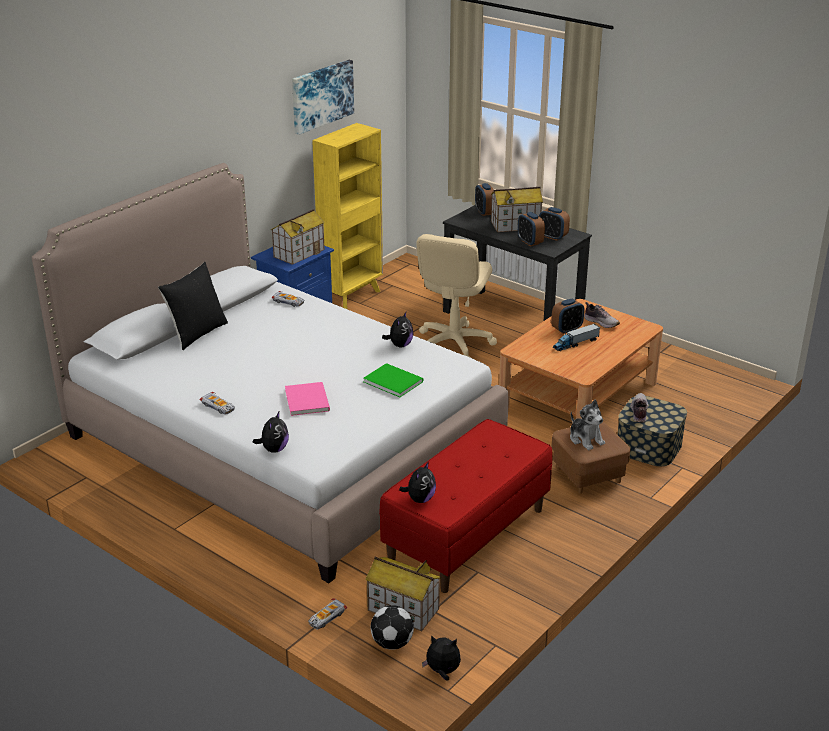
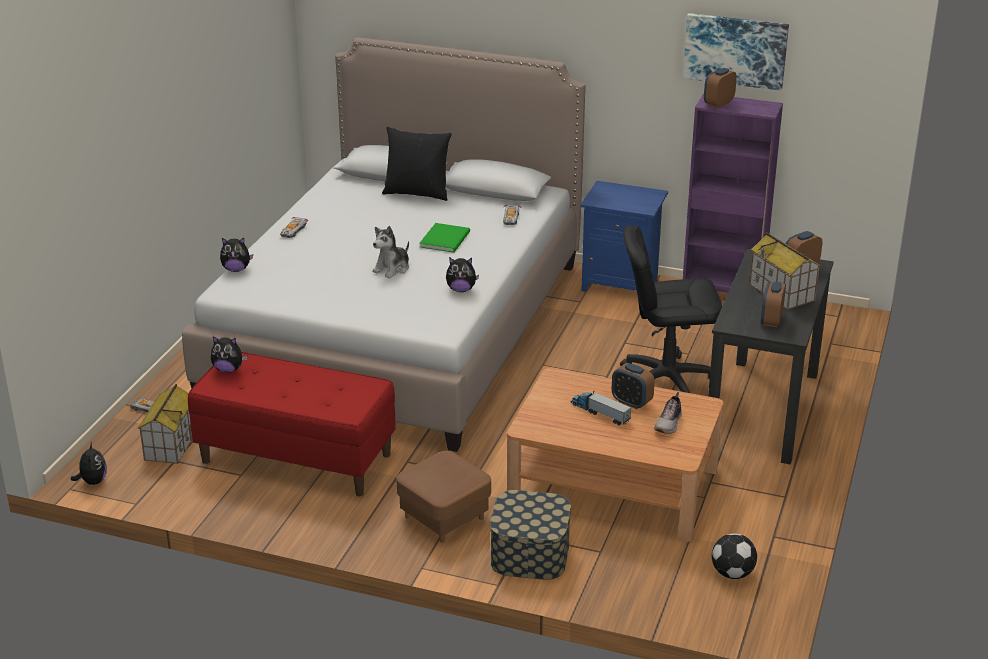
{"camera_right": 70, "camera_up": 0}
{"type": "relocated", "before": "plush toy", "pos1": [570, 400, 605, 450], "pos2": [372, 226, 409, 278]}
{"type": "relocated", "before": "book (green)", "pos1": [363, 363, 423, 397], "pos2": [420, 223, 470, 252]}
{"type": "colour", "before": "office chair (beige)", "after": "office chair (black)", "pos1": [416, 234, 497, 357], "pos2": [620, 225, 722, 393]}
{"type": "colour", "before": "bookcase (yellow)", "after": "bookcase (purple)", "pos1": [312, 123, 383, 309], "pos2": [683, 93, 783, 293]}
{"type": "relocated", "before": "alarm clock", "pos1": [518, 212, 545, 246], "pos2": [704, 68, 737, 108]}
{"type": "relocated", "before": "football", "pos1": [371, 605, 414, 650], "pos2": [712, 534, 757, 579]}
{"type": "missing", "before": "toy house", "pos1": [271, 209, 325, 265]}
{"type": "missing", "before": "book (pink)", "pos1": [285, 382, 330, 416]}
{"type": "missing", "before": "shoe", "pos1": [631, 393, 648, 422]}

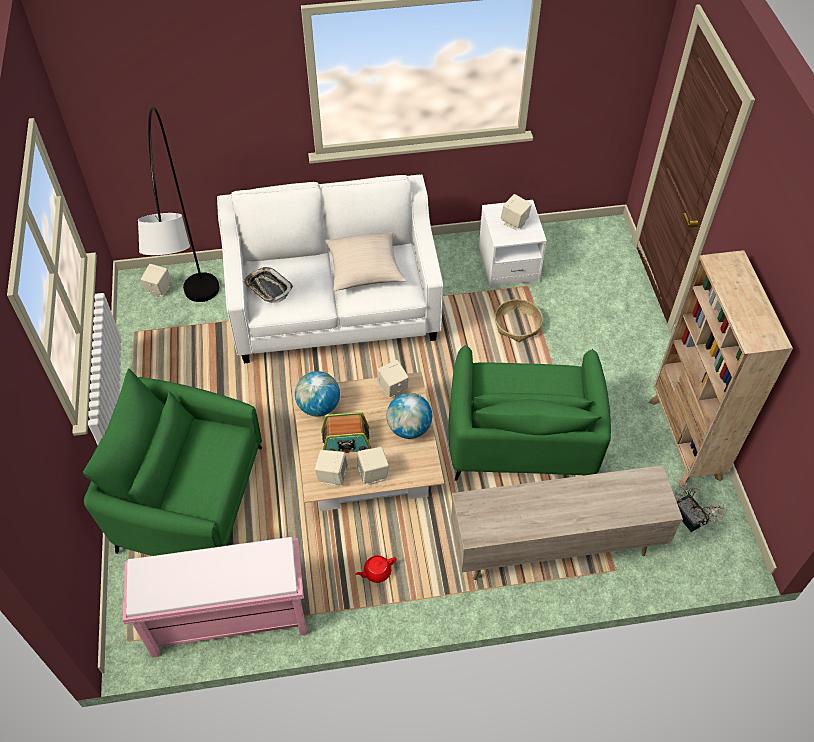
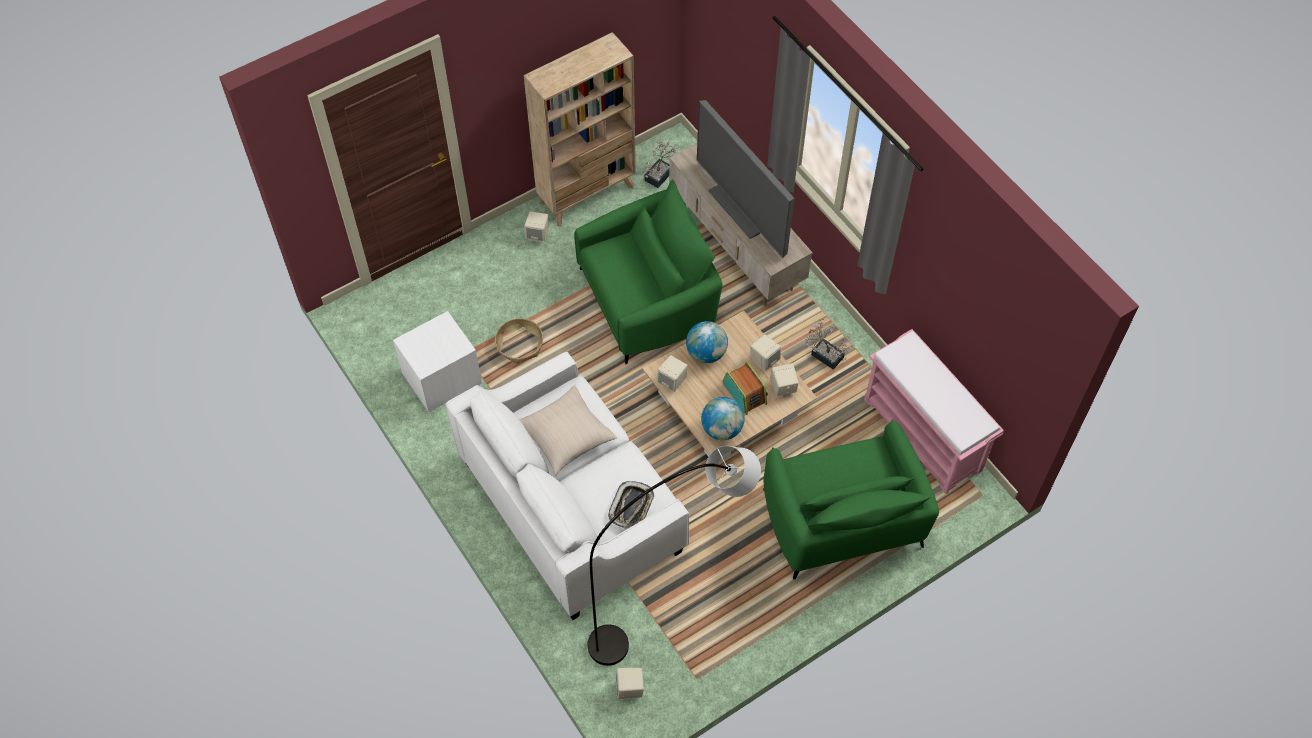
{"camera_right": -115, "camera_up": 5}
{"type": "relocated", "before": "speaker (beige)", "pos1": [501, 194, 532, 230], "pos2": [524, 211, 549, 243]}
{"type": "appeared", "after": "television", "pos2": [697, 100, 794, 258]}
{"type": "exchanged", "before": "teapot (red)", "after": "potted plant", "pos1": [355, 555, 397, 583], "pos2": [805, 319, 851, 370]}

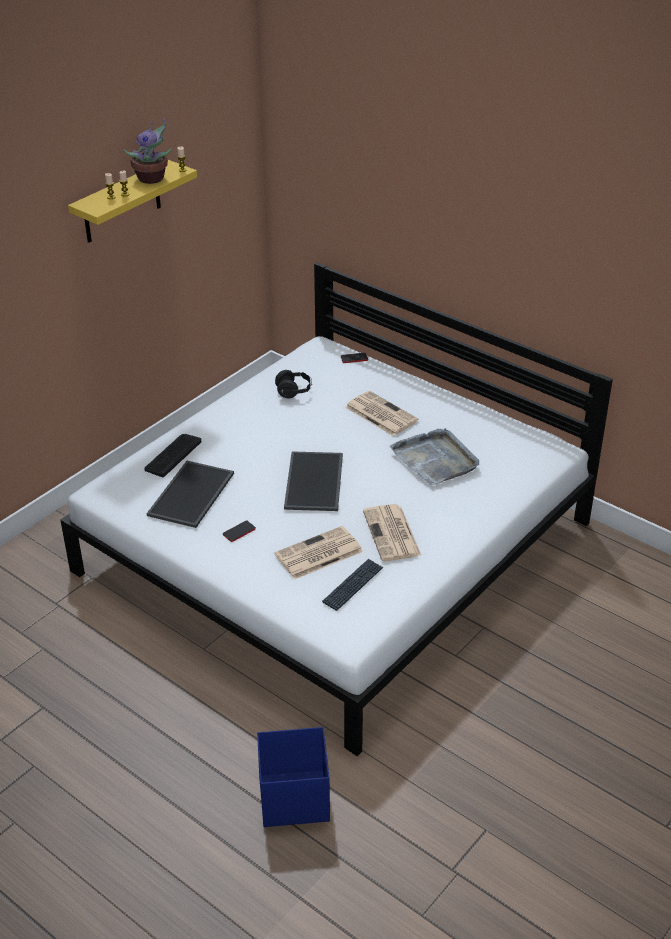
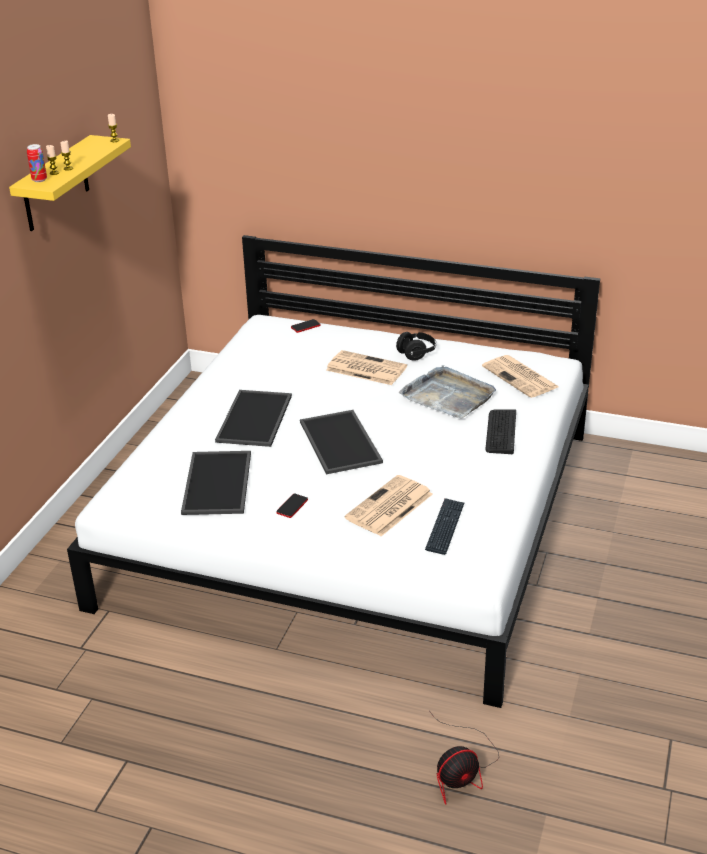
{"camera_right": -20, "camera_up": -5}
{"type": "appeared", "after": "can", "pos2": [27, 144, 47, 182]}
{"type": "appeared", "after": "tray", "pos2": [215, 390, 292, 447]}
{"type": "relocated", "before": "headphones (black)", "pos1": [275, 370, 312, 398], "pos2": [396, 332, 436, 361]}
{"type": "exchanged", "before": "storage box (blue)", "after": "fan", "pos1": [257, 727, 330, 827], "pos2": [430, 712, 499, 805]}
{"type": "relocated", "before": "newspaper", "pos1": [363, 504, 422, 561], "pos2": [482, 355, 559, 398]}
{"type": "relocated", "before": "keyboard", "pos1": [144, 434, 201, 477], "pos2": [485, 409, 516, 454]}
{"type": "missing", "before": "potted plant", "pos1": [123, 118, 172, 184]}

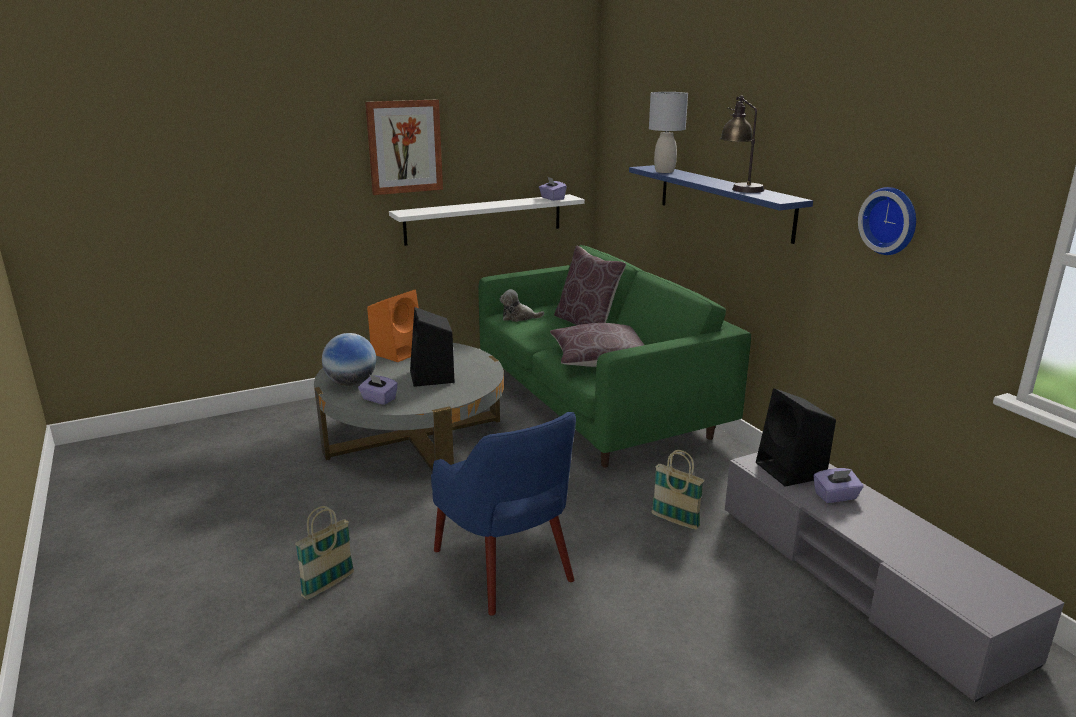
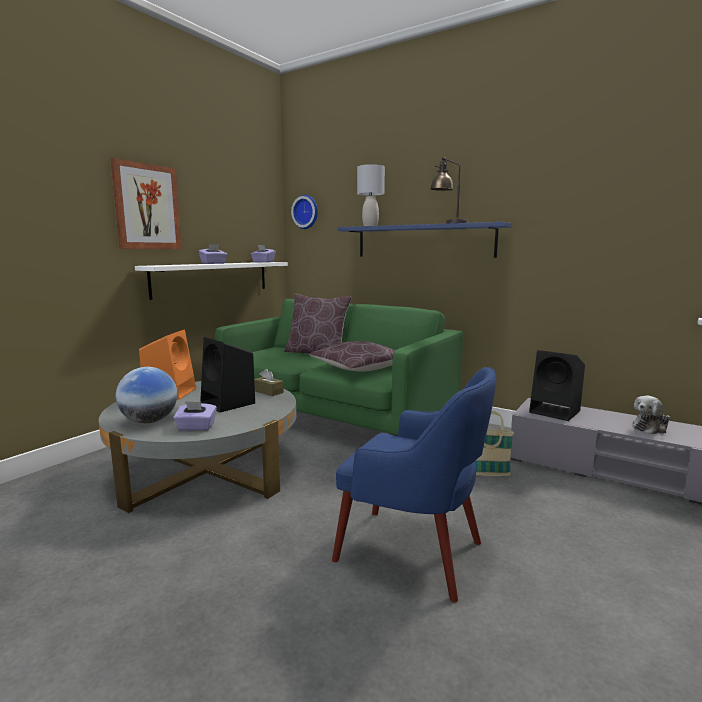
{"camera_right": -30, "camera_up": -10}
{"type": "relocated", "before": "tissue box (purple)", "pos1": [813, 468, 864, 503], "pos2": [198, 244, 227, 264]}
{"type": "appeared", "after": "tissue box (brown)", "pos2": [254, 369, 284, 396]}
{"type": "relocated", "before": "wall clock", "pos1": [858, 187, 916, 255], "pos2": [291, 195, 318, 229]}
{"type": "relocated", "before": "plush toy", "pos1": [500, 289, 544, 322], "pos2": [633, 396, 670, 434]}
{"type": "missing", "before": "basket", "pos1": [295, 506, 354, 600]}

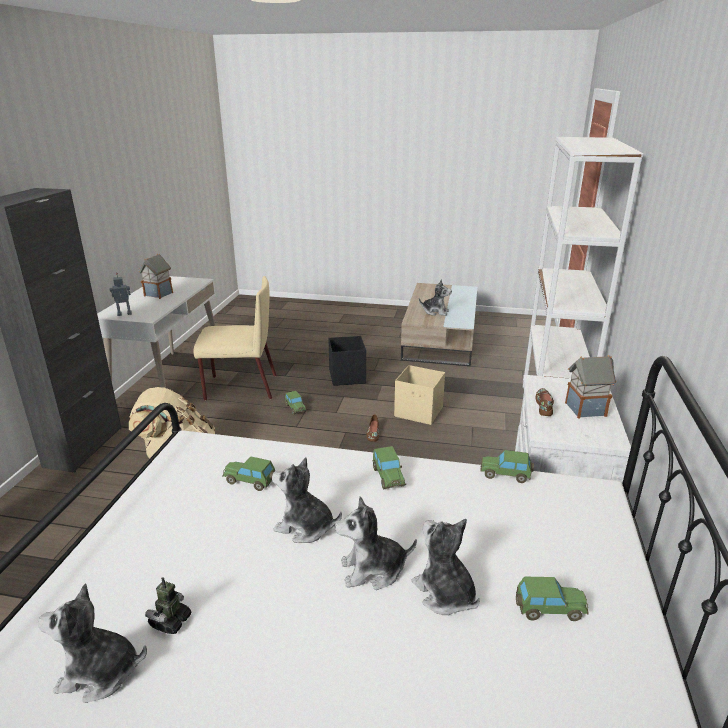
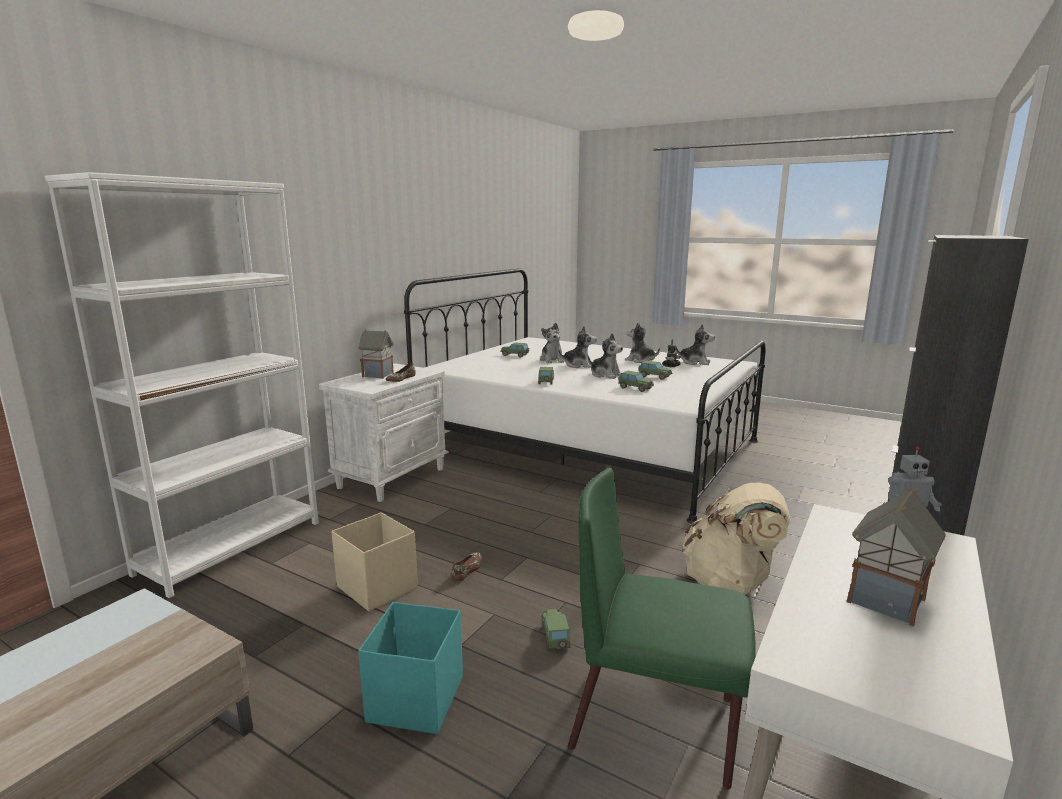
{"camera_right": -160, "camera_up": -10}
{"type": "colour", "before": "storage box (black)", "after": "storage box (turquoise)", "pos1": [328, 336, 366, 386], "pos2": [358, 602, 463, 734]}
{"type": "colour", "before": "chair (beige)", "after": "chair (green)", "pos1": [193, 276, 277, 401], "pos2": [568, 468, 756, 790]}
{"type": "relocated", "before": "plush toy", "pos1": [419, 279, 452, 316], "pos2": [625, 322, 660, 363]}
{"type": "relocated", "before": "toy car", "pos1": [480, 450, 534, 483], "pos2": [639, 361, 672, 380]}

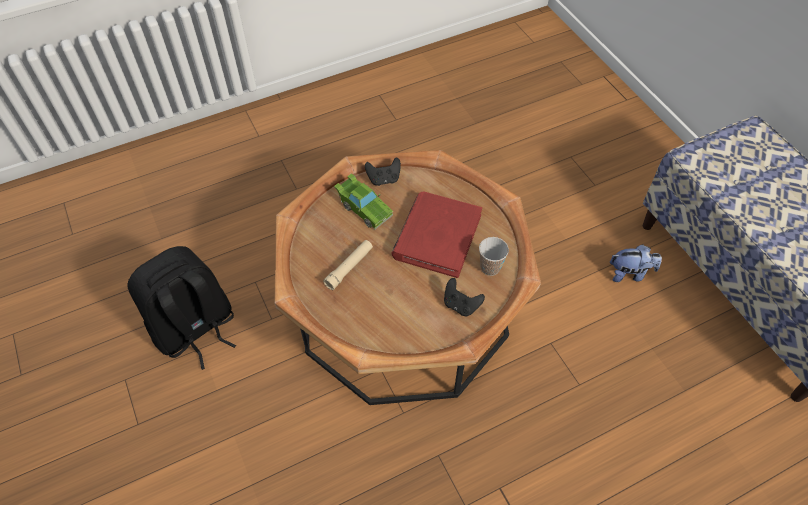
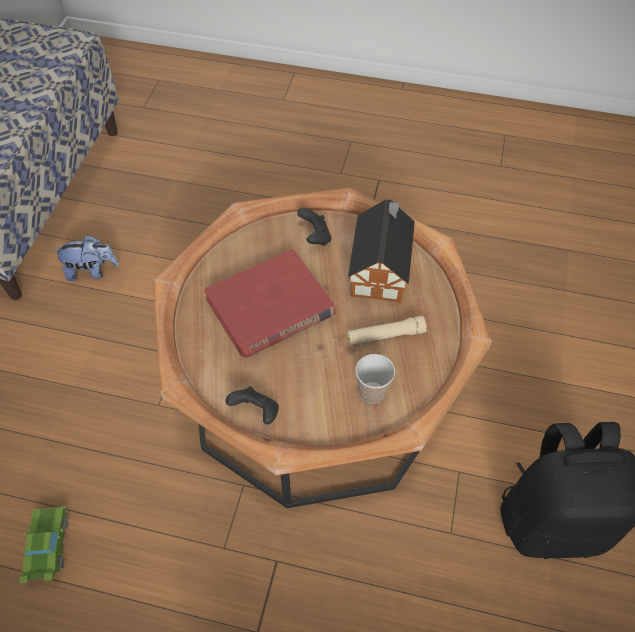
{"camera_right": -140, "camera_up": 0}
{"type": "relocated", "before": "toy car (green)", "pos1": [334, 173, 393, 230], "pos2": [19, 506, 68, 583]}
{"type": "spun", "before": "plush toy", "pos1": [610, 245, 662, 282], "pos2": [53, 235, 119, 281], "turn": 135}
{"type": "appeared", "after": "toy house", "pos2": [348, 199, 415, 303]}
{"type": "relocated", "before": "cup", "pos1": [479, 237, 509, 276], "pos2": [355, 354, 395, 404]}

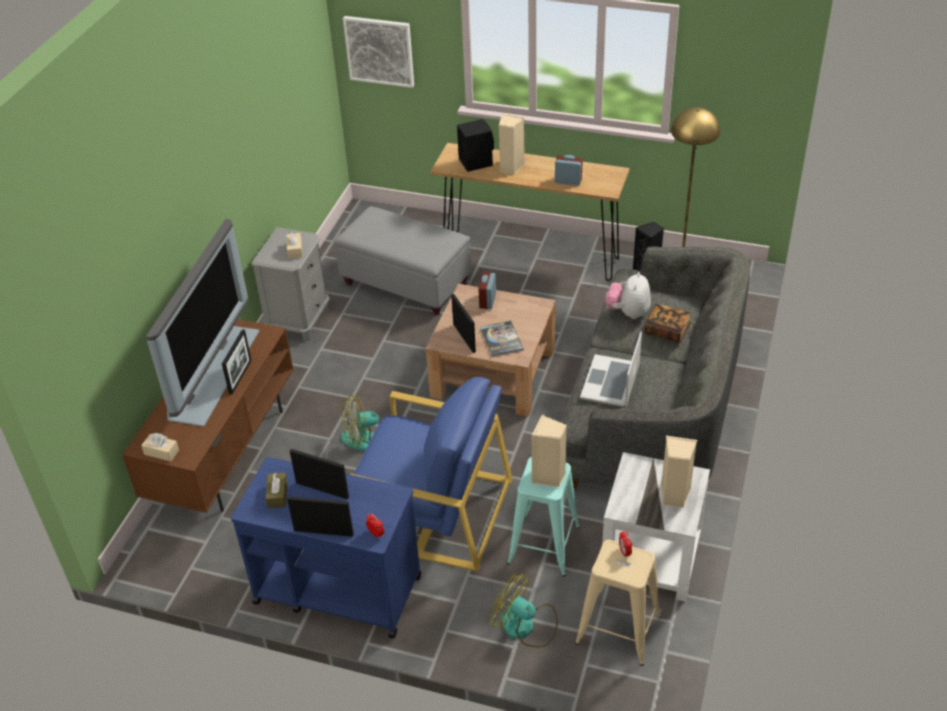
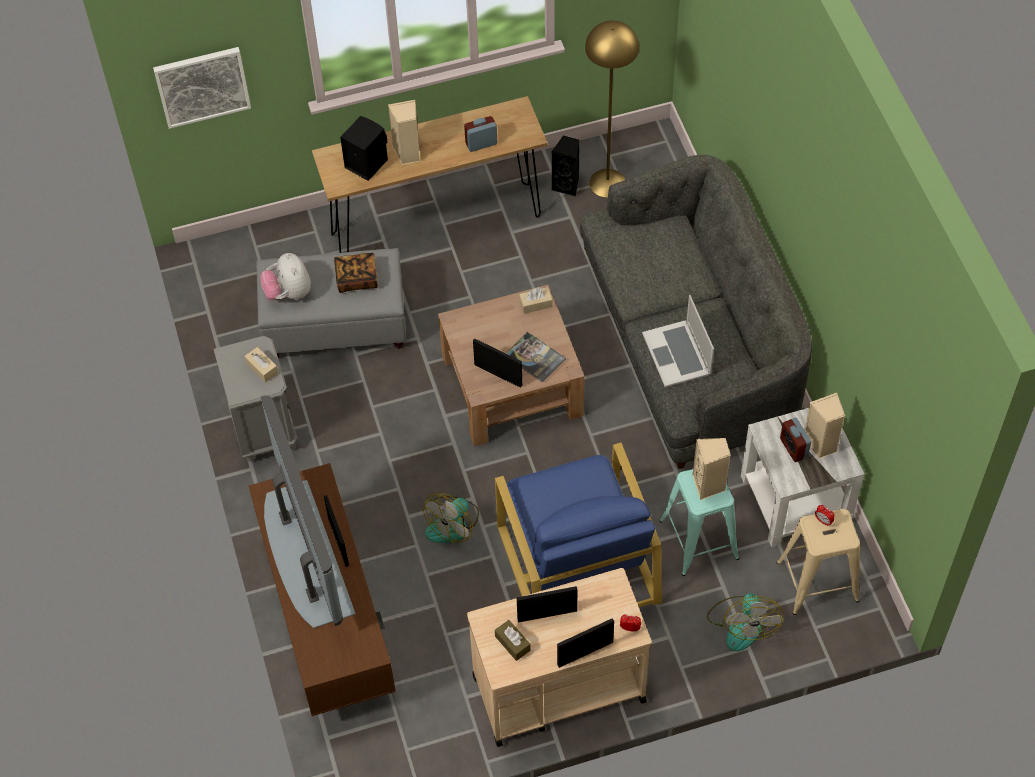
{"camera_right": -35, "camera_up": 15}
{"type": "relocated", "before": "plush toy", "pos1": [605, 272, 651, 319], "pos2": [261, 253, 311, 300]}
{"type": "relocated", "before": "book", "pos1": [645, 303, 691, 343], "pos2": [334, 253, 378, 293]}
{"type": "colour", "before": "cart (blue)", "after": "cart (beige)", "pos1": [231, 457, 421, 639], "pos2": [467, 568, 652, 747]}
{"type": "spun", "before": "armchair (blue)", "pos1": [350, 377, 513, 572], "pos2": [495, 443, 662, 607], "turn": 90}
{"type": "relocated", "before": "tissue box (beige)", "pos1": [141, 433, 179, 461], "pos2": [519, 287, 553, 314]}
{"type": "spun", "before": "fan", "pos1": [488, 573, 558, 647], "pos2": [707, 593, 784, 651], "turn": -90}
{"type": "relocated", "before": "alarm clock", "pos1": [478, 272, 496, 309], "pos2": [780, 417, 811, 462]}

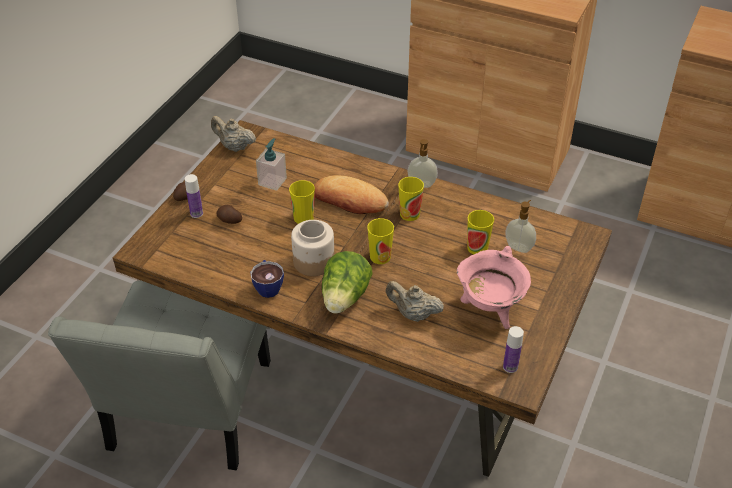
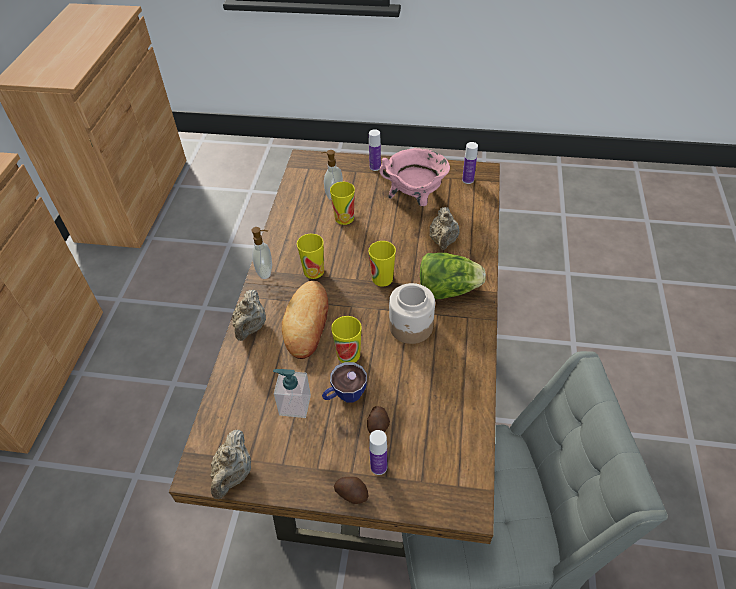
{"camera_right": -105, "camera_up": 5}
{"type": "appeared", "after": "teapot (beige)", "pos2": [232, 290, 266, 341]}
{"type": "relocated", "before": "cup", "pos1": [250, 260, 284, 298], "pos2": [322, 362, 367, 403]}
{"type": "appeared", "after": "bottle", "pos2": [369, 129, 381, 171]}

